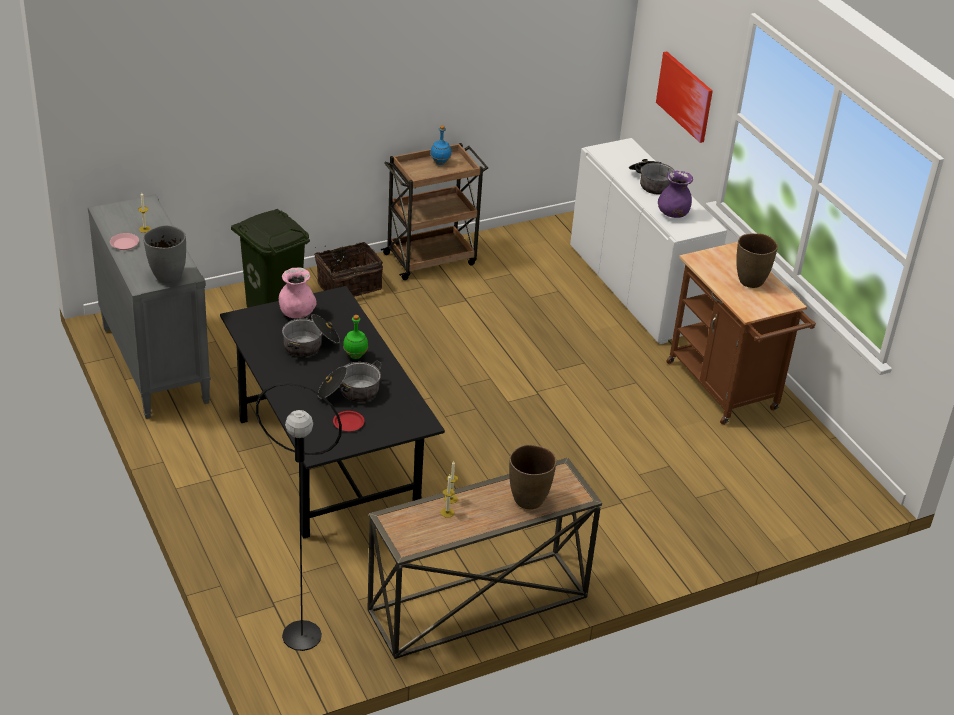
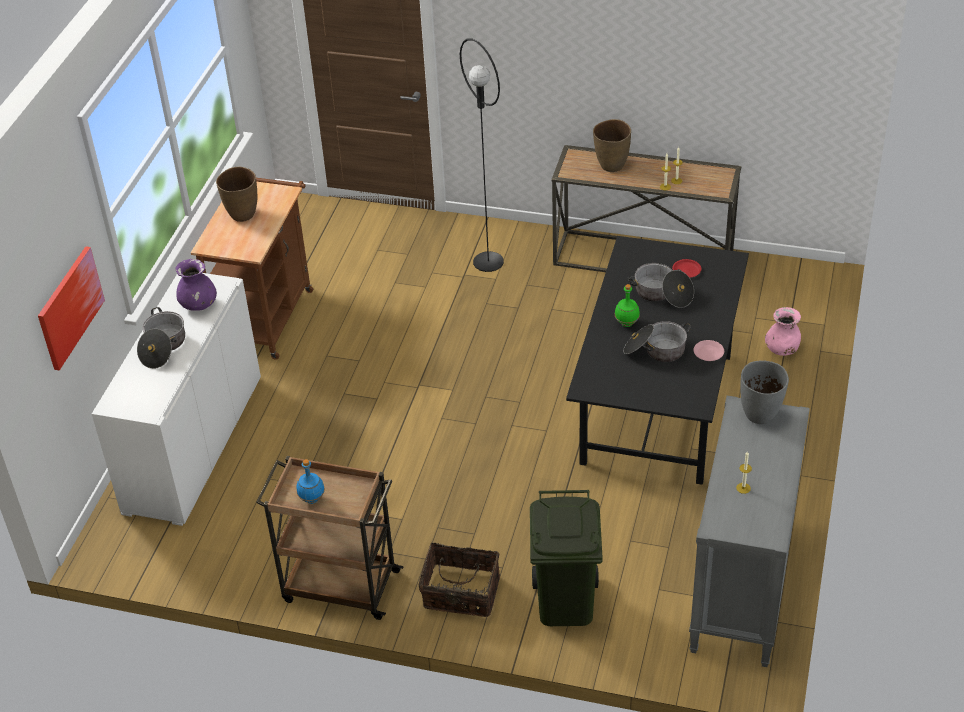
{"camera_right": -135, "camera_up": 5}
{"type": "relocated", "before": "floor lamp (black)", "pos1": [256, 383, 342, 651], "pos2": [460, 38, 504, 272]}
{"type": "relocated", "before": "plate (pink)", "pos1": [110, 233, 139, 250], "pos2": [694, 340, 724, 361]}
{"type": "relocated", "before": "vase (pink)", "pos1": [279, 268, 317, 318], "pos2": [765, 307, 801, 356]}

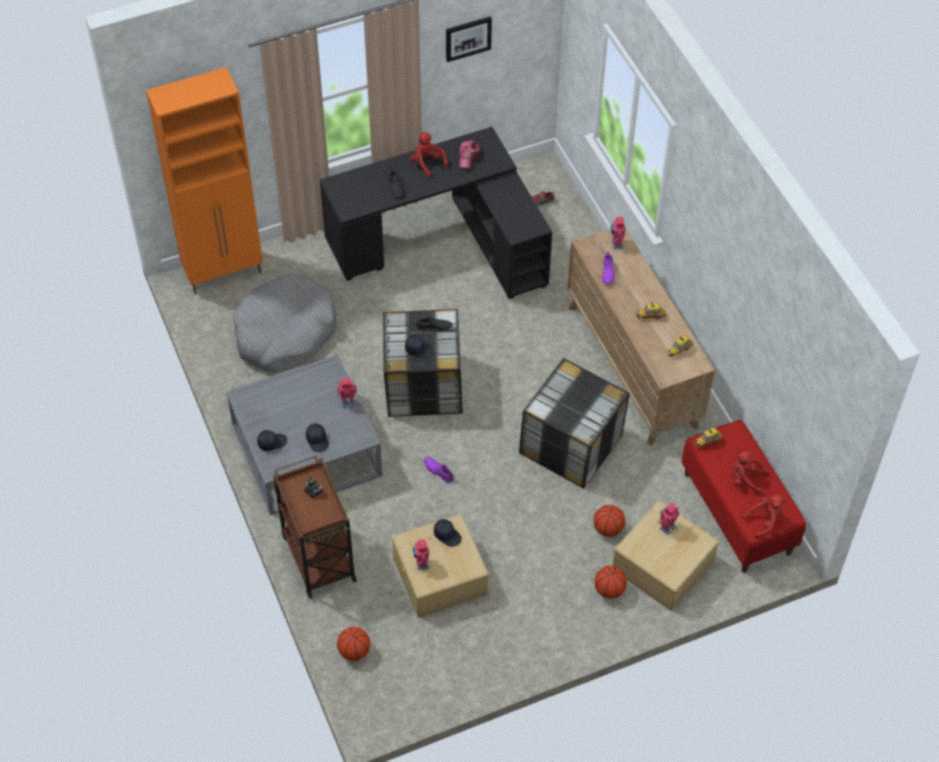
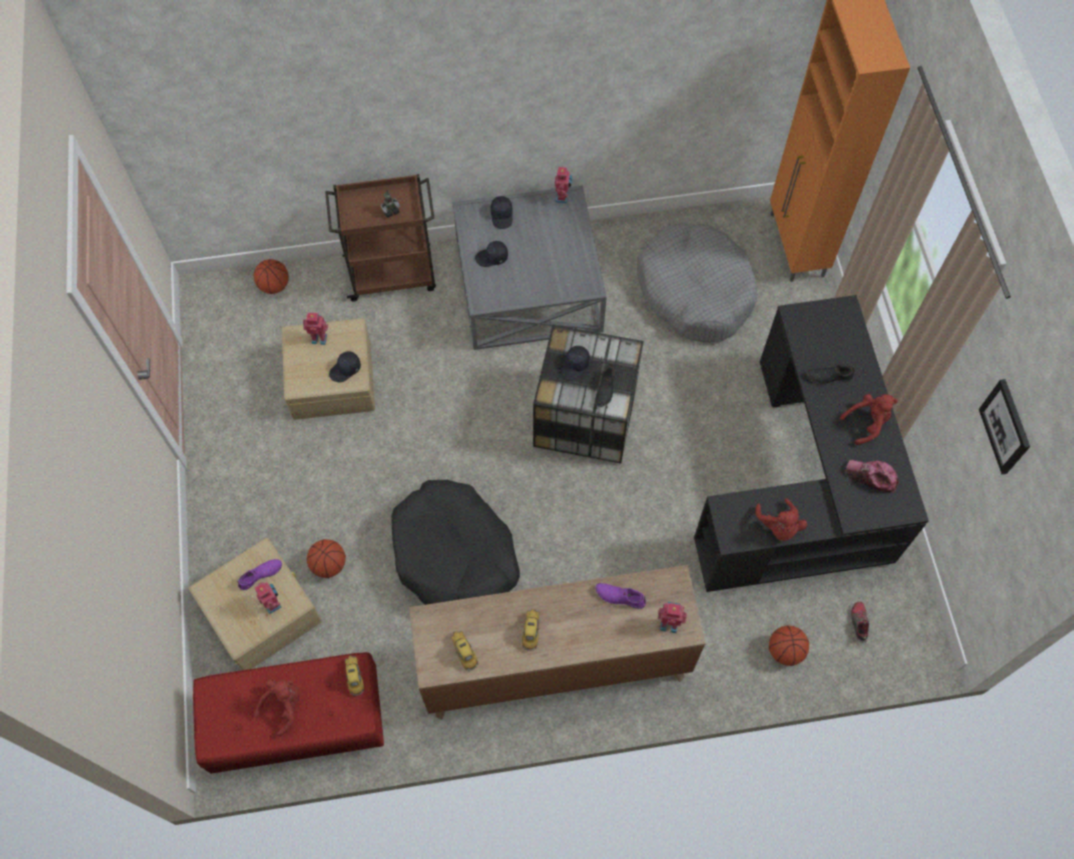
{"camera_right": 105, "camera_up": 10}
{"type": "relocated", "before": "shoe (purple)", "pos1": [424, 456, 453, 483], "pos2": [237, 559, 282, 590]}
{"type": "exchanged", "before": "storage box", "after": "dog bed (black)", "pos1": [519, 358, 630, 489], "pos2": [391, 480, 520, 605]}
{"type": "relocated", "before": "toy robot", "pos1": [337, 378, 357, 408], "pos2": [555, 167, 572, 203]}
{"type": "relocated", "before": "plush toy (red)", "pos1": [743, 495, 786, 538], "pos2": [755, 498, 807, 541]}
{"type": "relocated", "before": "basketball", "pos1": [595, 566, 627, 599], "pos2": [769, 625, 809, 666]}

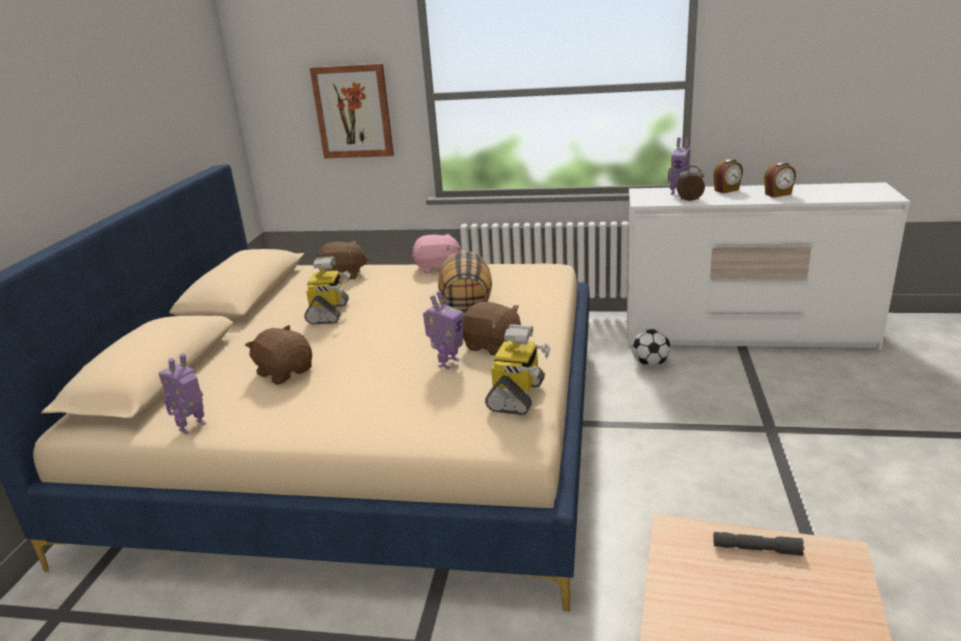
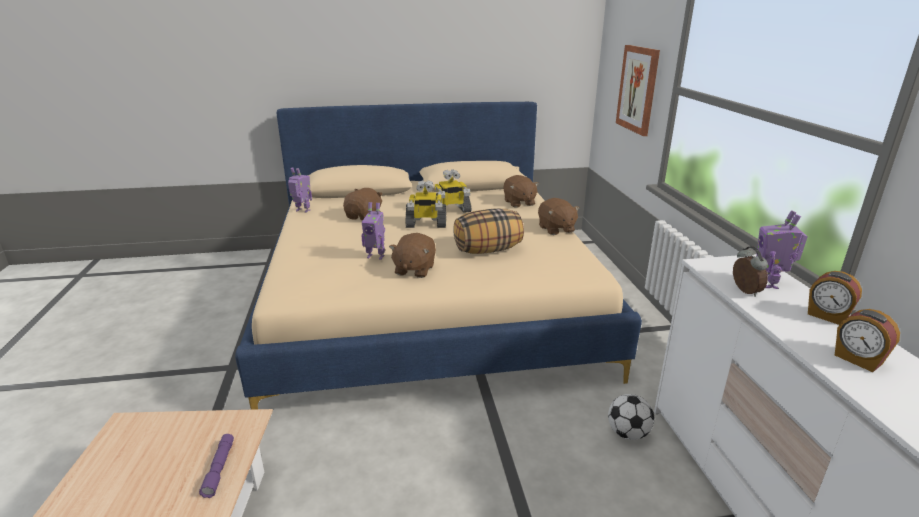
{"camera_right": 70, "camera_up": 0}
{"type": "colour", "before": "flashlight (grey)", "after": "flashlight (purple)", "pos1": [713, 532, 804, 556], "pos2": [199, 434, 234, 498]}
{"type": "relocated", "before": "toy robot", "pos1": [485, 324, 551, 415], "pos2": [406, 180, 446, 228]}
{"type": "colour", "before": "plush toy (pink)", "after": "plush toy (brown)", "pos1": [412, 233, 463, 274], "pos2": [538, 198, 580, 235]}

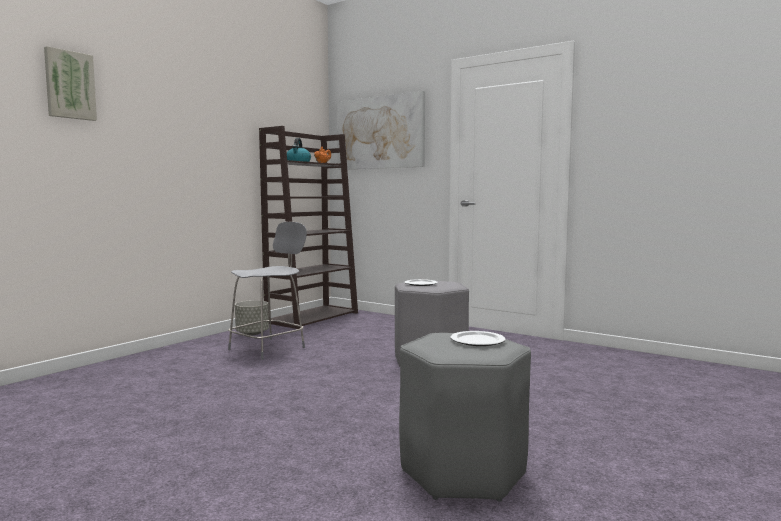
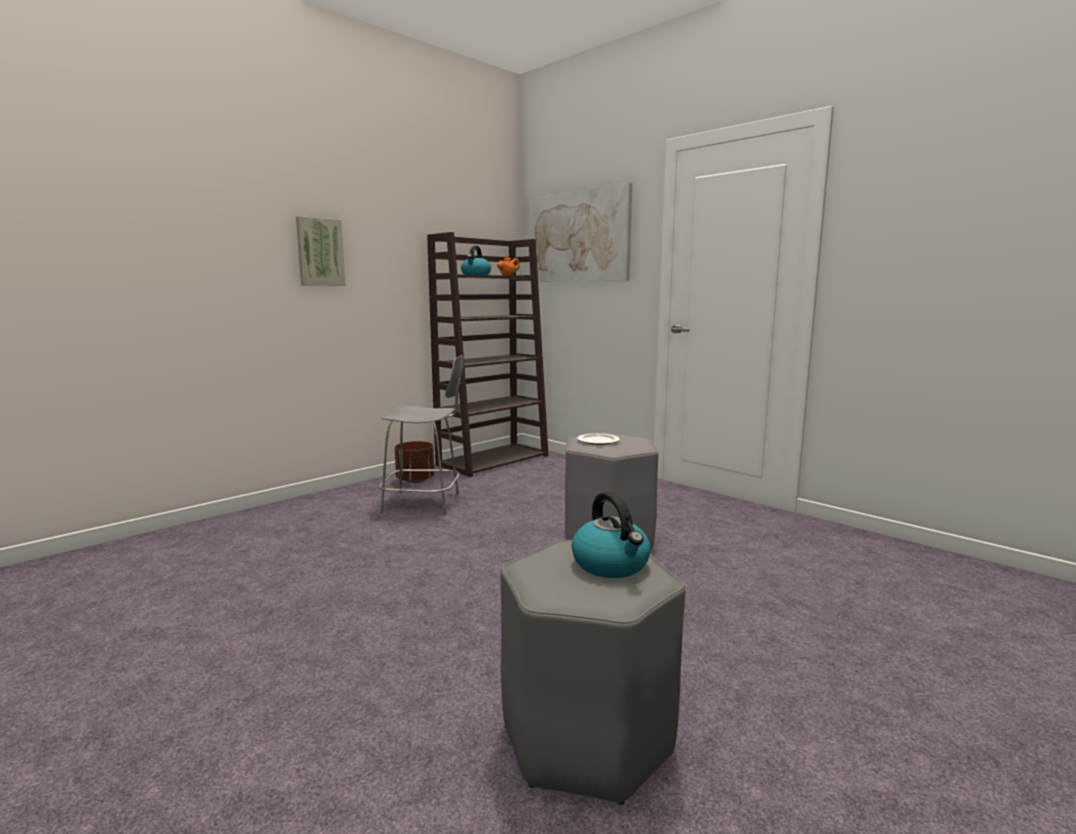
{"camera_right": 10, "camera_up": 5}
{"type": "relocated", "before": "picture", "pos1": [44, 46, 97, 121], "pos2": [296, 216, 346, 286]}
{"type": "spun", "before": "chair (grey)", "pos1": [228, 222, 307, 360], "pos2": [379, 355, 464, 515], "turn": 45}
{"type": "colour", "before": "planter (grey)", "after": "planter (brown)", "pos1": [235, 300, 269, 335], "pos2": [395, 441, 434, 483]}
{"type": "exchanged", "before": "plate", "after": "kettle", "pos1": [451, 331, 506, 346], "pos2": [572, 491, 651, 578]}

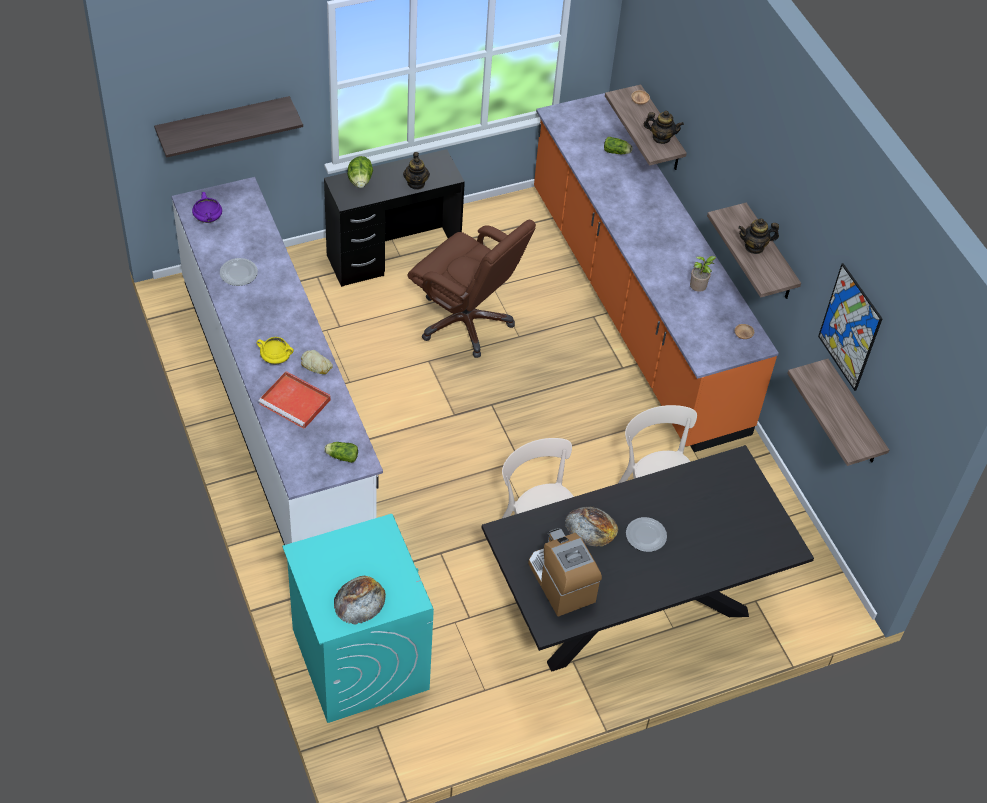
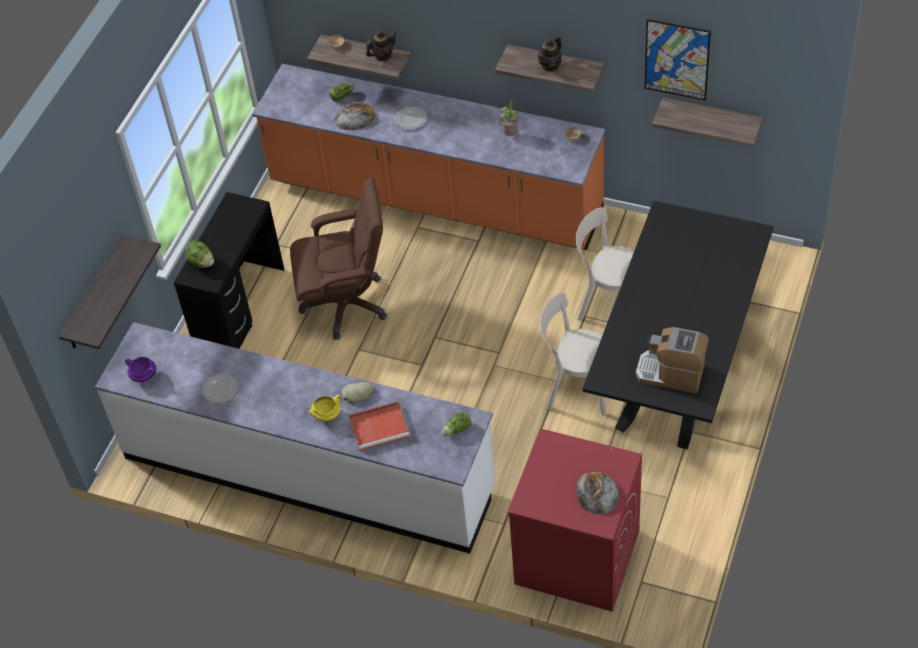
{"camera_right": -40, "camera_up": 0}
{"type": "relocated", "before": "bread", "pos1": [565, 507, 619, 546], "pos2": [334, 102, 375, 130]}
{"type": "relocated", "before": "plate", "pos1": [626, 517, 667, 552], "pos2": [395, 107, 427, 130]}
{"type": "colour", "before": "washing machine (turquoise)", "after": "washing machine (red)", "pos1": [282, 514, 434, 723], "pos2": [508, 428, 642, 612]}
{"type": "missing", "before": "teapot", "pos1": [403, 152, 430, 190]}

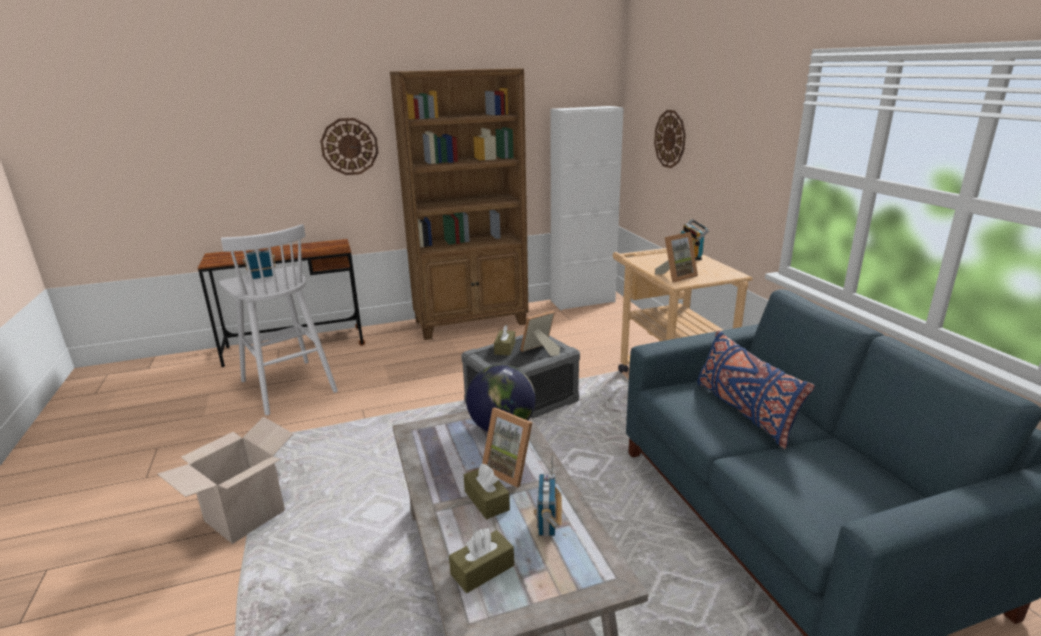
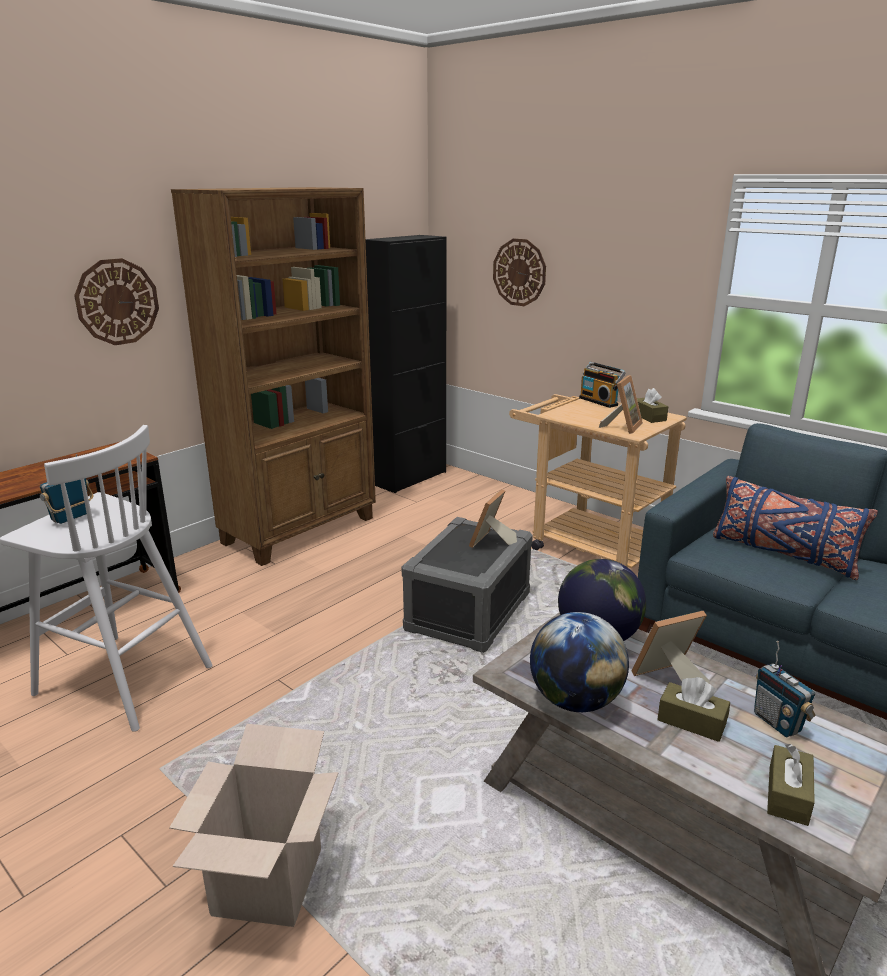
{"camera_right": -30, "camera_up": 0}
{"type": "colour", "before": "cabinet (white)", "after": "cabinet (black)", "pos1": [550, 106, 624, 310], "pos2": [365, 235, 447, 493]}
{"type": "appeared", "after": "globe", "pos2": [530, 612, 629, 712]}
{"type": "spun", "before": "picture frame", "pos1": [482, 407, 532, 488], "pos2": [631, 611, 710, 683], "turn": 150}
{"type": "relocated", "before": "tissue box (brown)", "pos1": [494, 325, 515, 355], "pos2": [637, 388, 668, 423]}

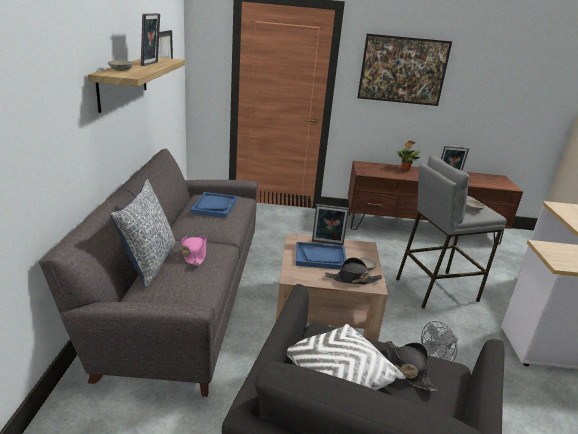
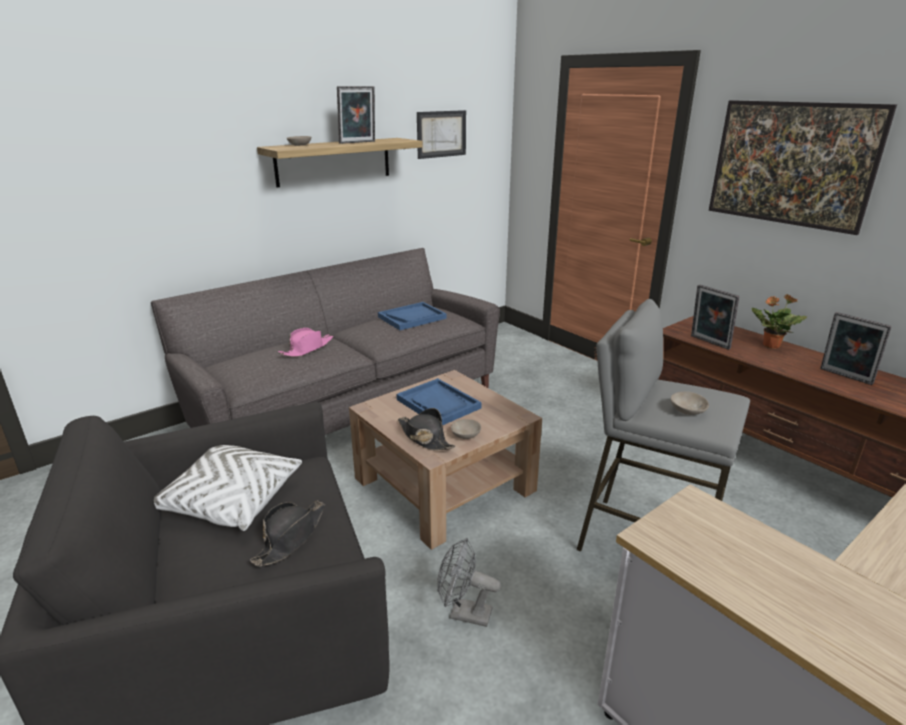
{"camera_right": 50, "camera_up": 0}
{"type": "relocated", "before": "picture frame", "pos1": [312, 204, 349, 245], "pos2": [691, 285, 739, 350]}
{"type": "missing", "before": "pillow", "pos1": [110, 179, 176, 288]}

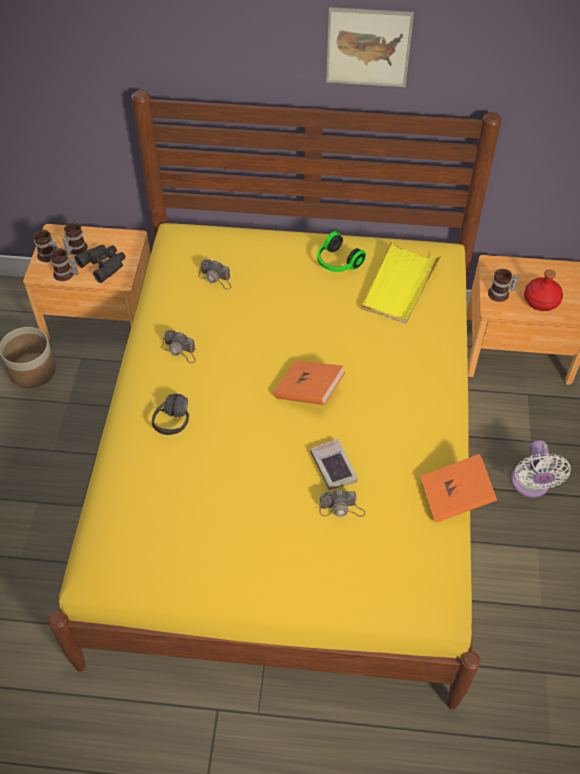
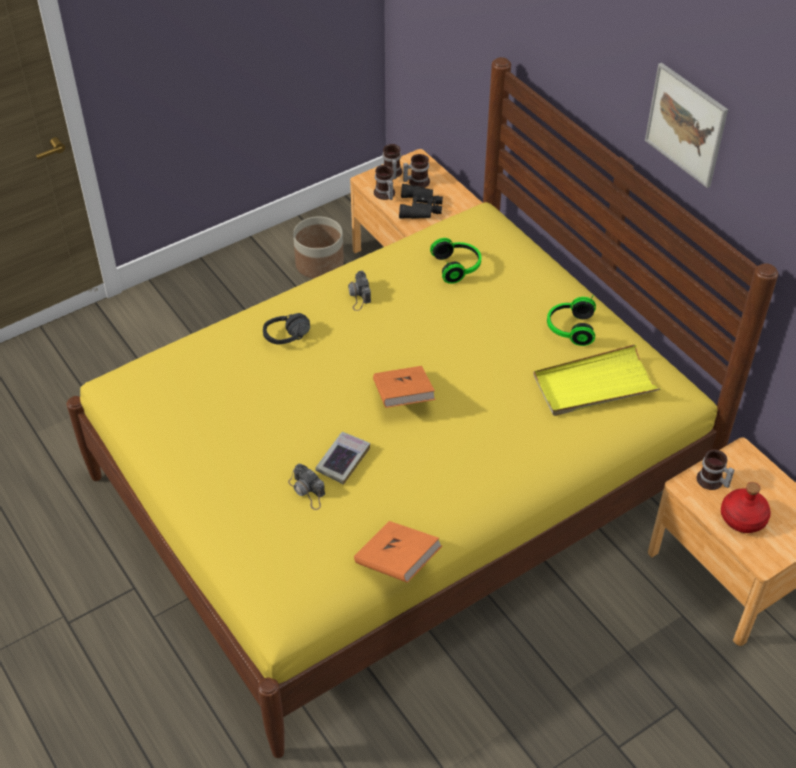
{"camera_right": 50, "camera_up": -5}
{"type": "exchanged", "before": "photo camera", "after": "headphones", "pos1": [198, 260, 231, 290], "pos2": [430, 238, 481, 284]}
{"type": "missing", "before": "fan (white)", "pos1": [511, 440, 571, 498]}

